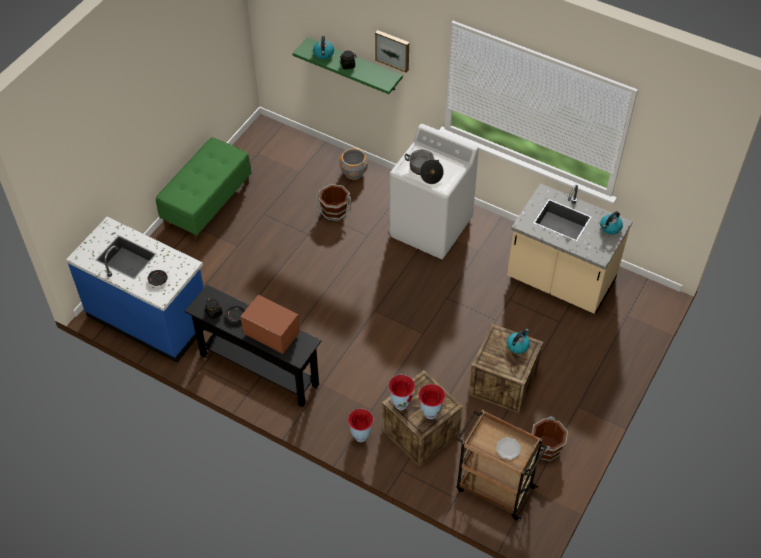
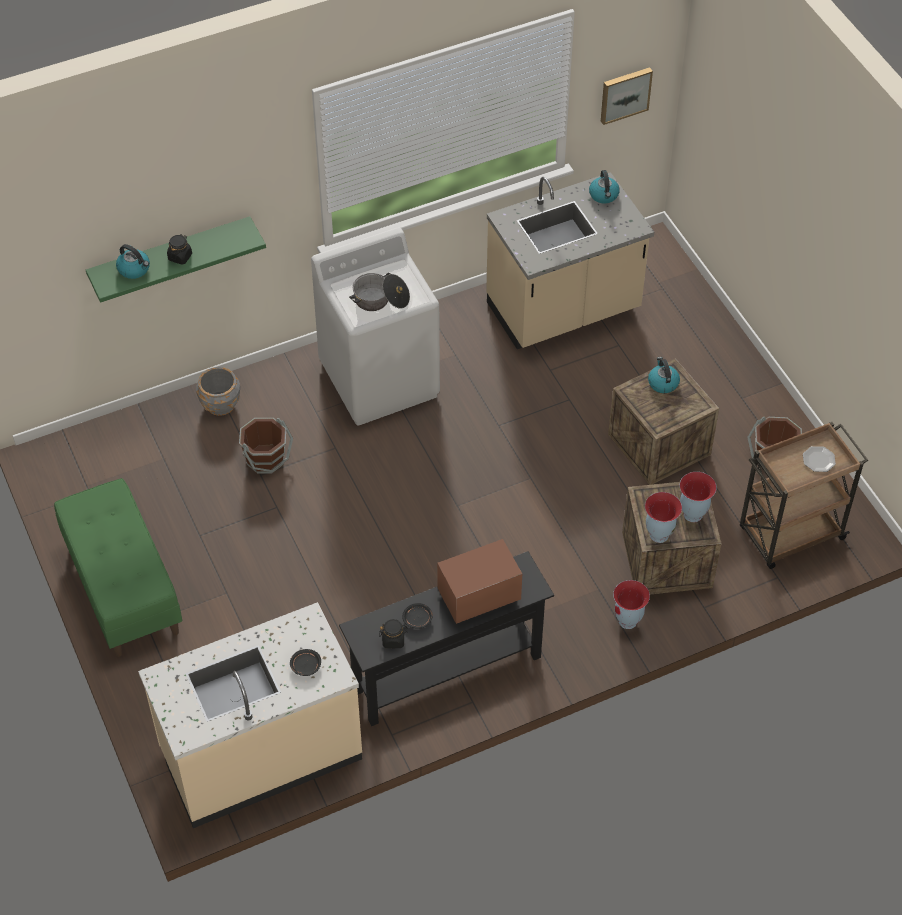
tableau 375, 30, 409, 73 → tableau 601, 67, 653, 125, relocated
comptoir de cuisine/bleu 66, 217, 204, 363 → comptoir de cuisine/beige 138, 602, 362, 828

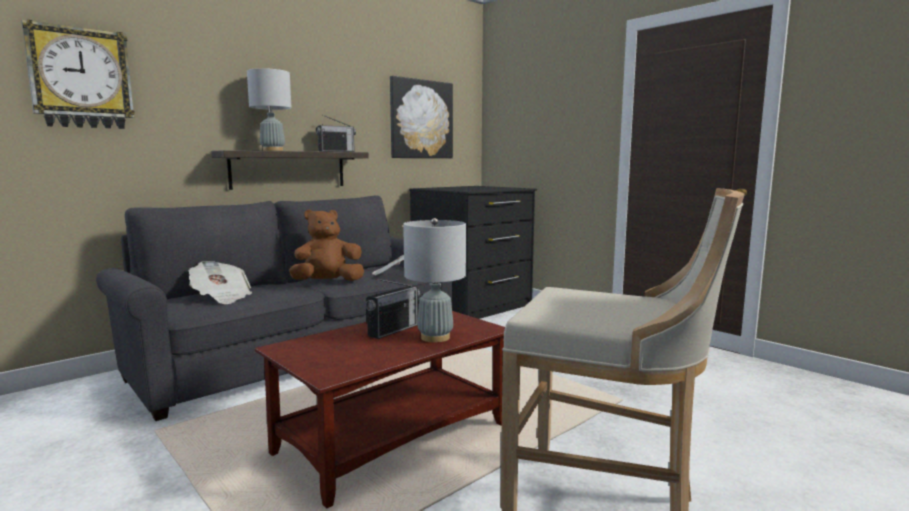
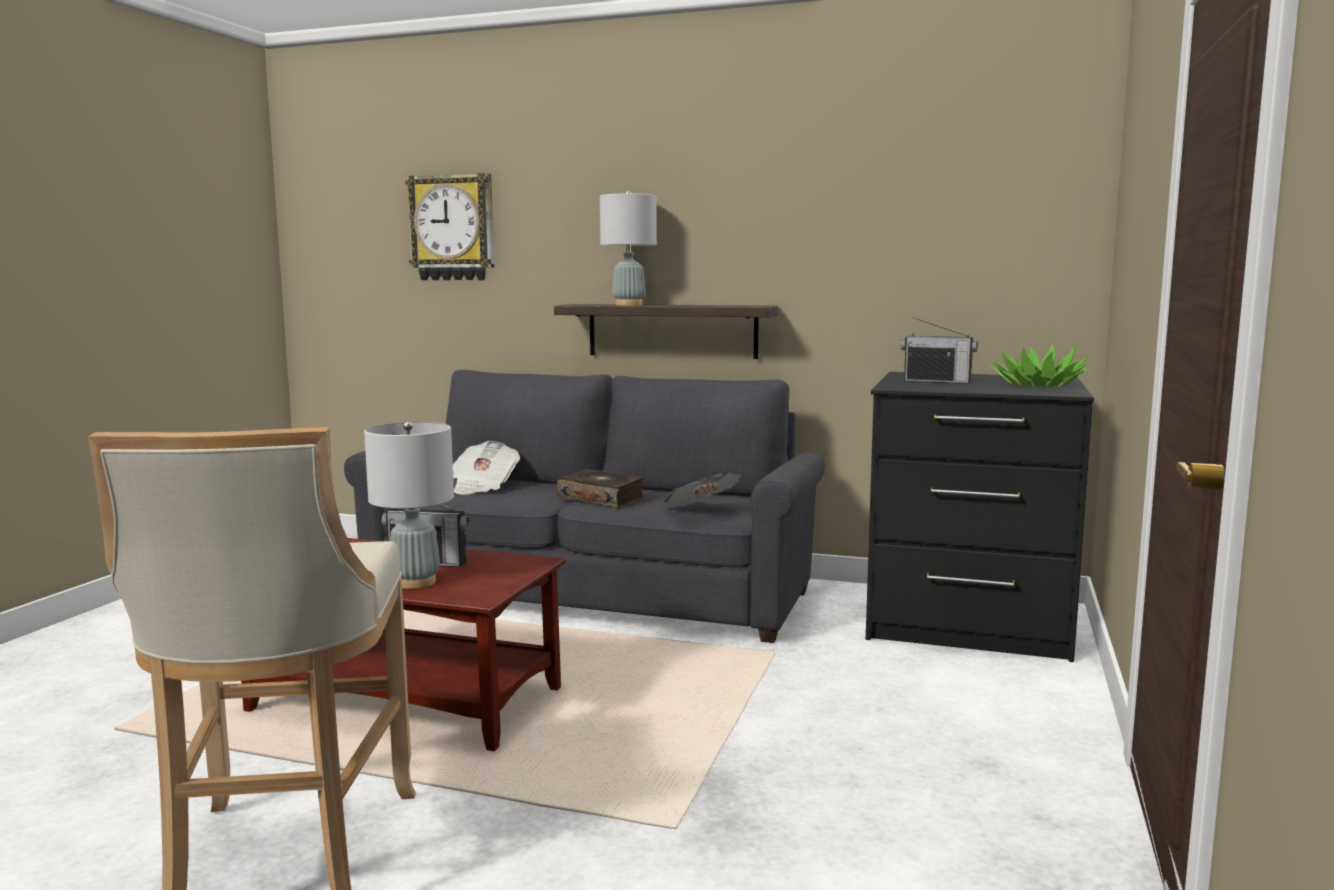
tableau 390, 76, 453, 158 → -
- → plante en pot 989, 344, 1091, 387
radio 316, 115, 356, 152 → radio 901, 317, 978, 384, relocated
peluche/marron 289, 209, 364, 281 → livre 557, 469, 645, 508

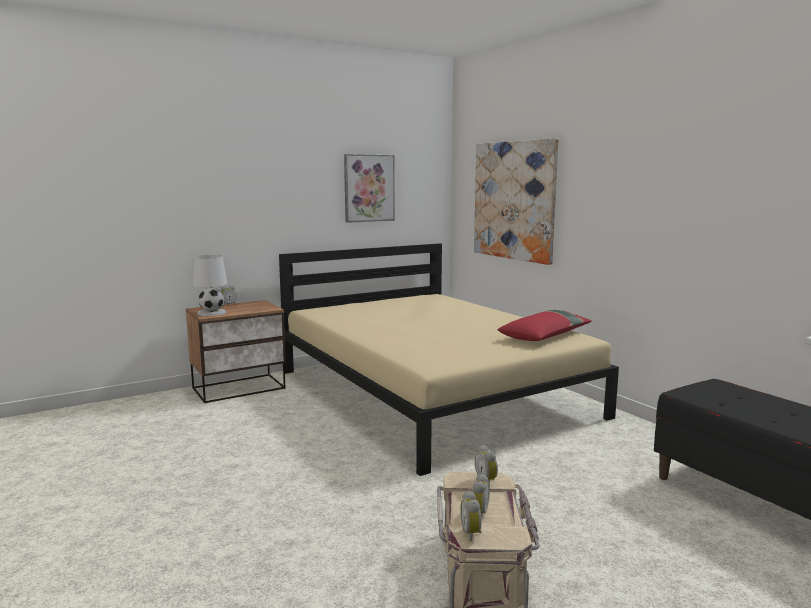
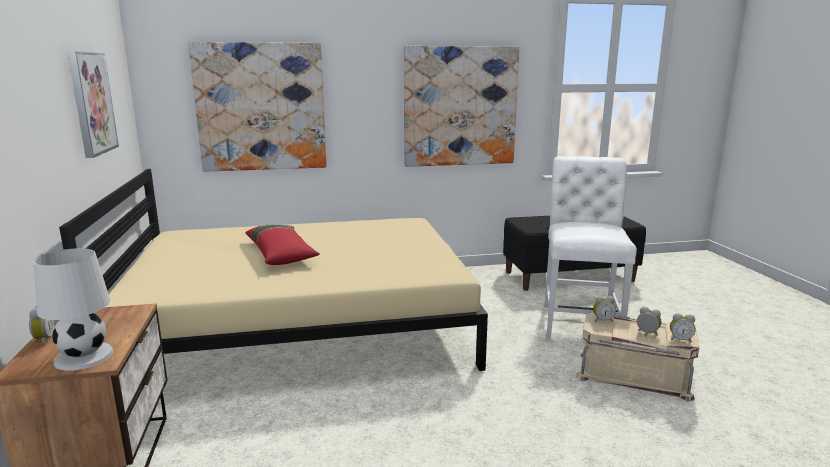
- → tableau 404, 46, 519, 167
- → chaise/blanc 544, 156, 637, 340
coussin/rouge 498, 310, 592, 341 → coussin/rouge 245, 224, 320, 265, relocated

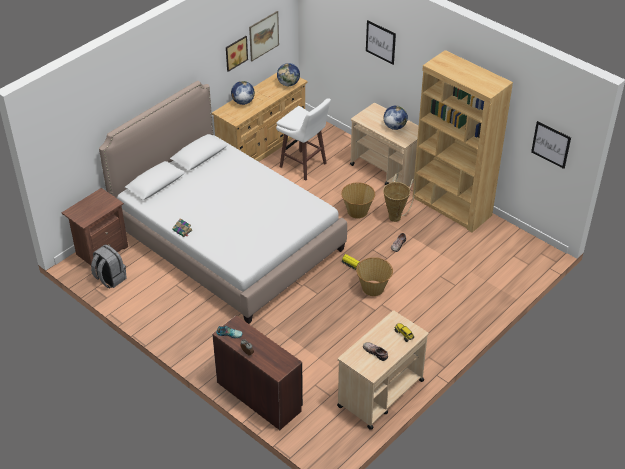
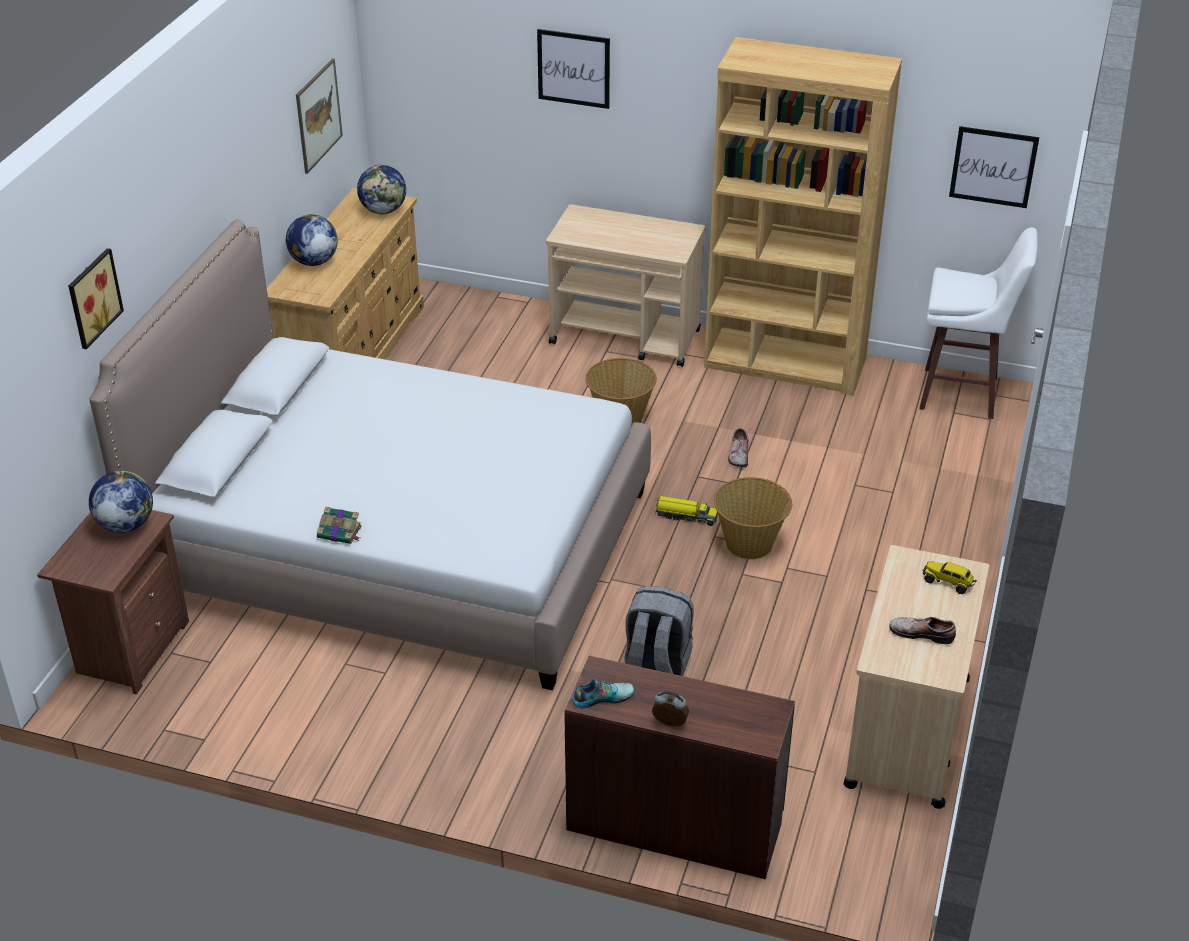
panier 383, 173, 416, 222 → -
sac à dos/gris 91, 245, 127, 288 → sac à dos/gris 624, 586, 694, 676, relocated
tableau 226, 36, 248, 72 → tableau 68, 248, 124, 349, relocated
tabouret/blanc 276, 98, 331, 181 → tabouret/blanc 919, 227, 1038, 419, relocated
globe 383, 105, 408, 130 → globe 89, 471, 153, 533, relocated

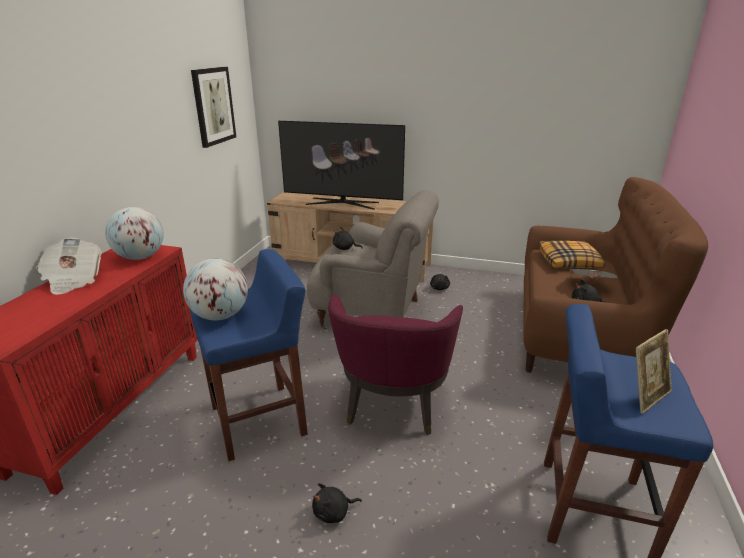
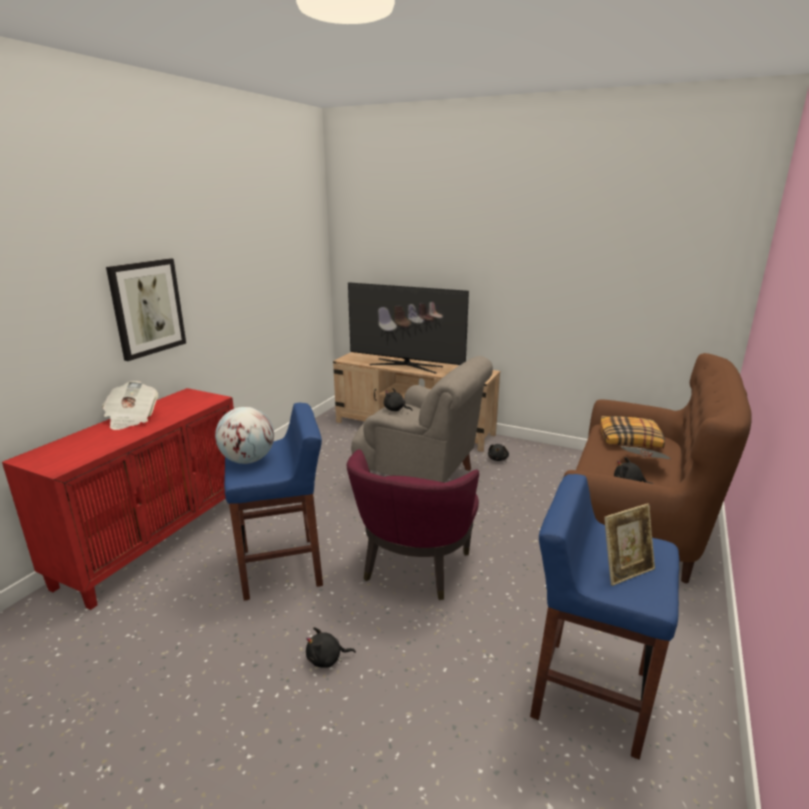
globe 105, 207, 164, 260 → -
tableau 191, 67, 236, 148 → tableau 106, 258, 186, 361, relocated

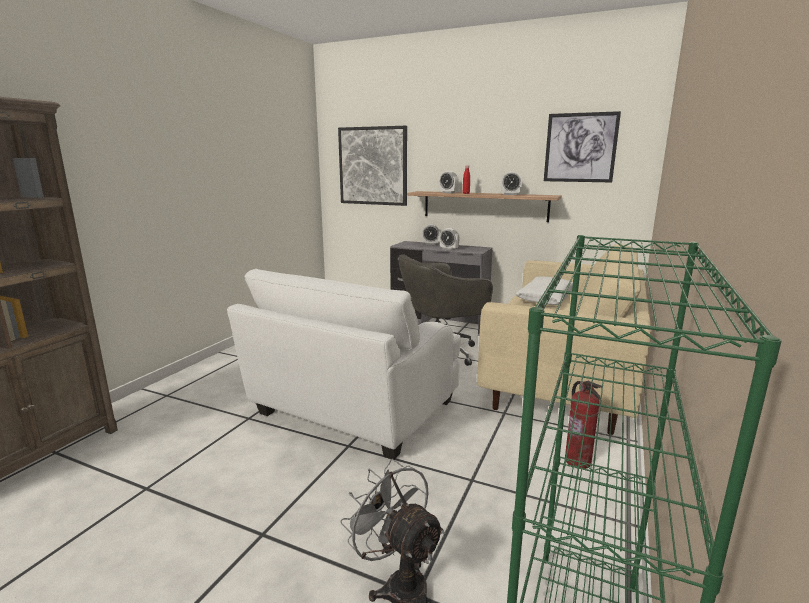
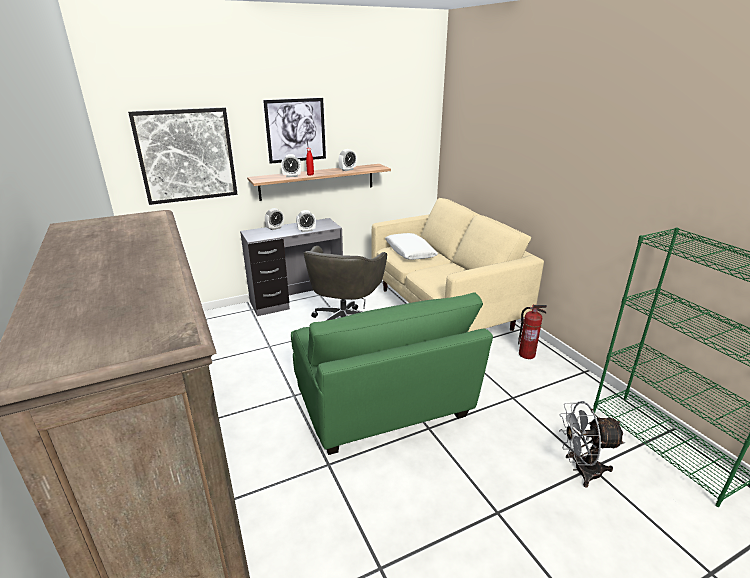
tableau 544, 111, 621, 182 → tableau 263, 98, 326, 164, relocated
fauteuil/blanc 227, 269, 461, 460 → fauteuil/vert 291, 292, 493, 455

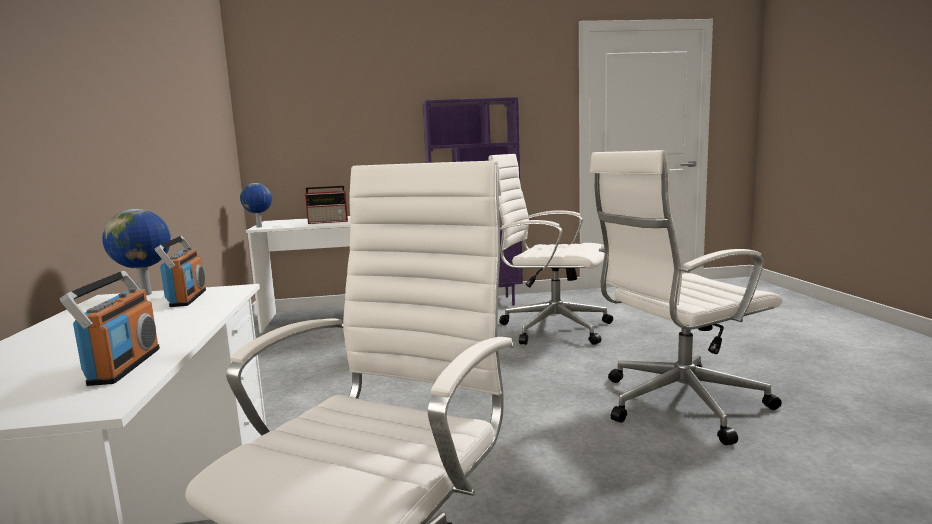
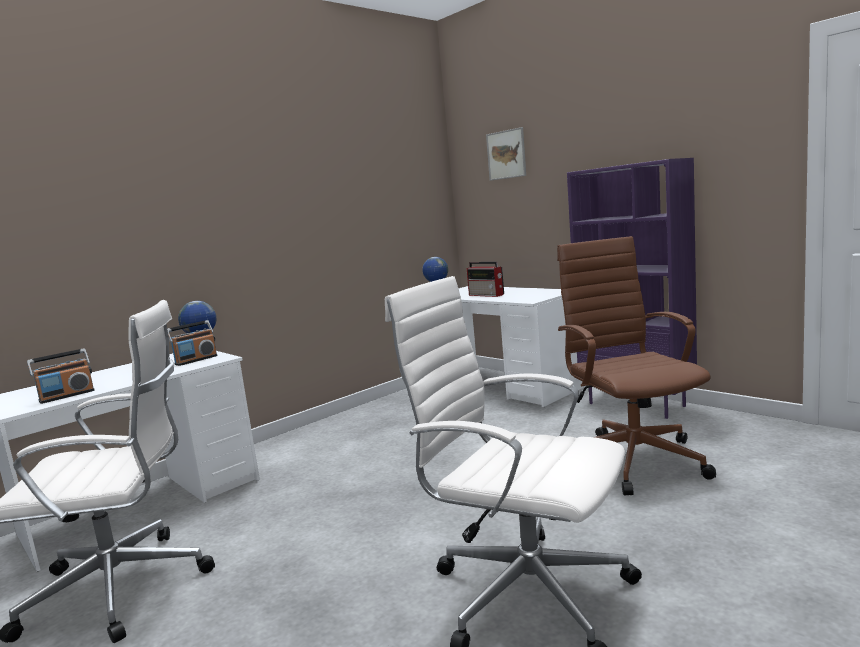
- → tableau 486, 127, 526, 181
chaise de bureau/blanc 488, 154, 613, 345 → chaise de bureau/marron 557, 236, 716, 495

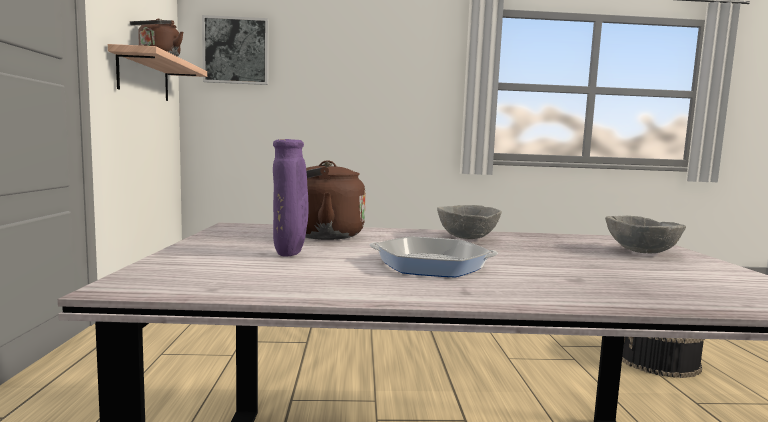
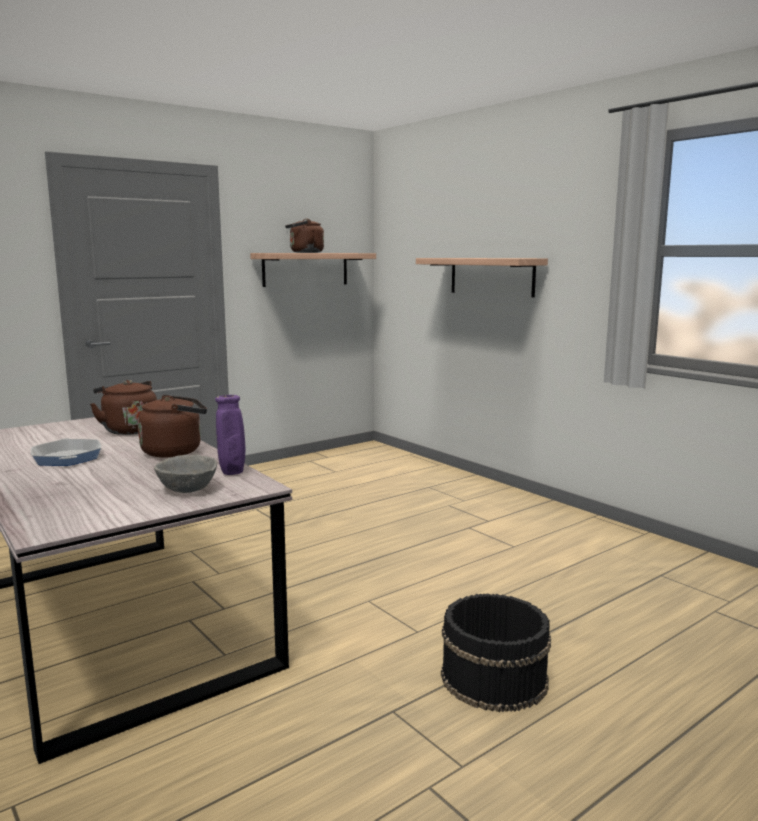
tableau 202, 15, 269, 85 → -
- → étagère 416, 258, 548, 297
vase/violet 273, 139, 308, 257 → vase/violet 215, 395, 245, 475, relocated
bol/gris 437, 205, 502, 239 → bouilloire/marron 138, 395, 207, 458

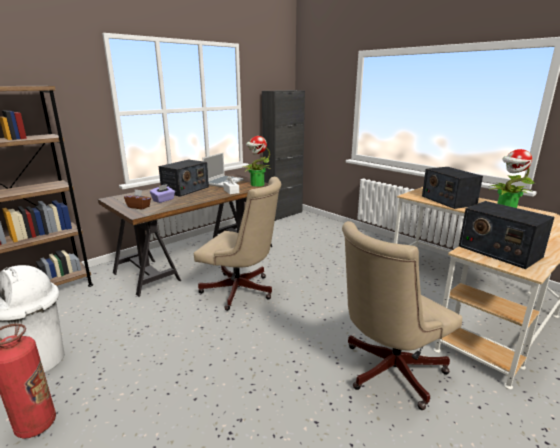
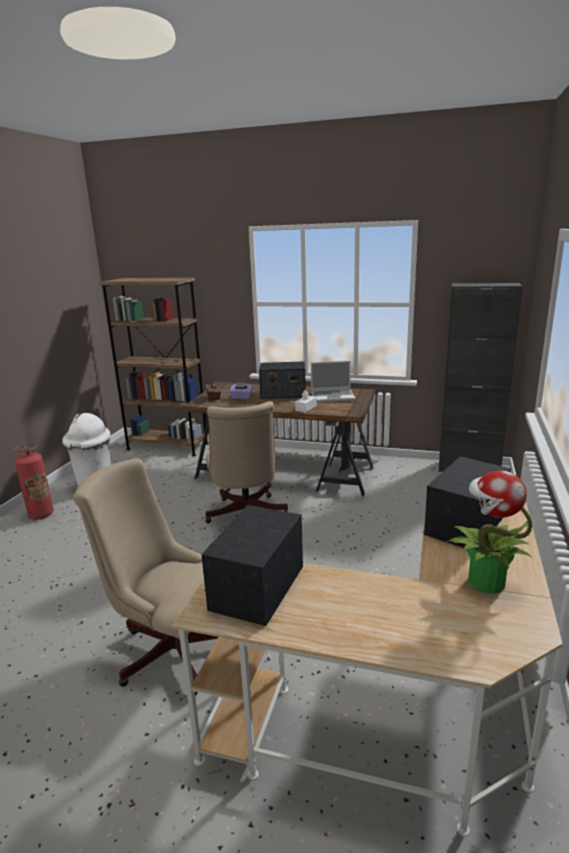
plante en pot 243, 136, 270, 187 → -

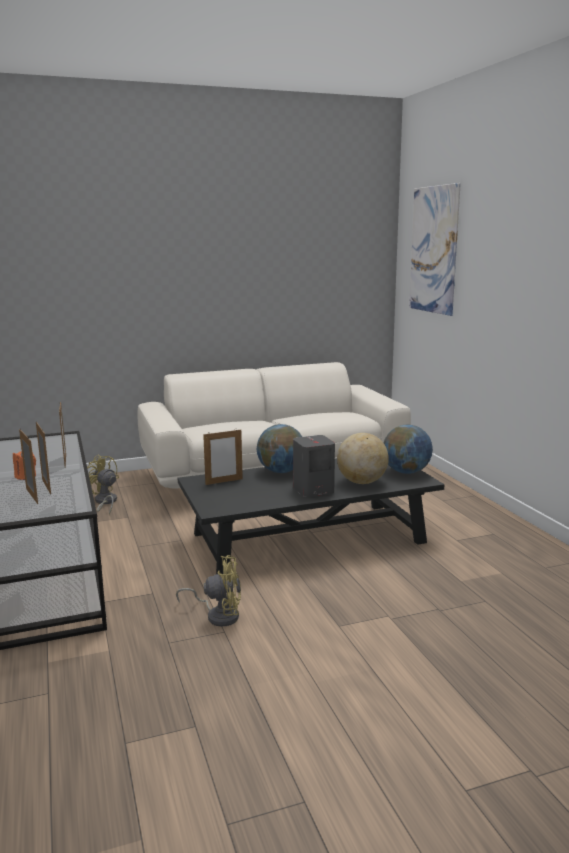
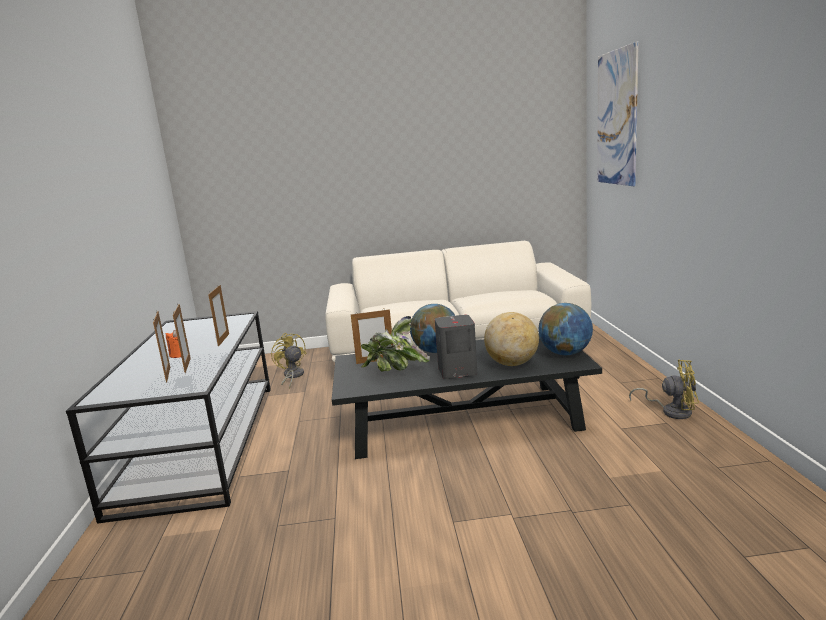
- → plante en pot 361, 316, 430, 372
ventilateur/jaune 176, 555, 241, 627 → ventilateur/jaune 629, 360, 699, 419, relocated

